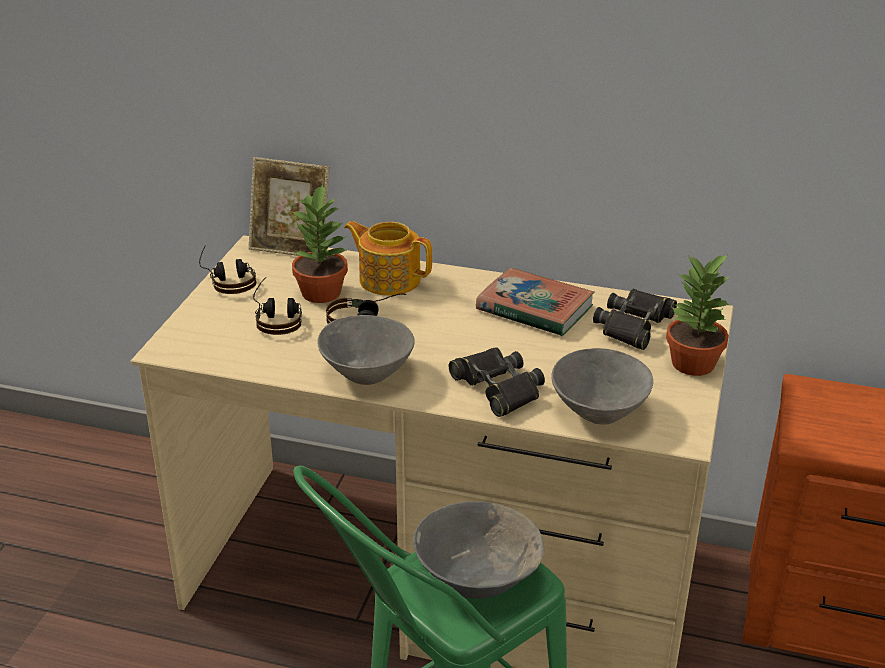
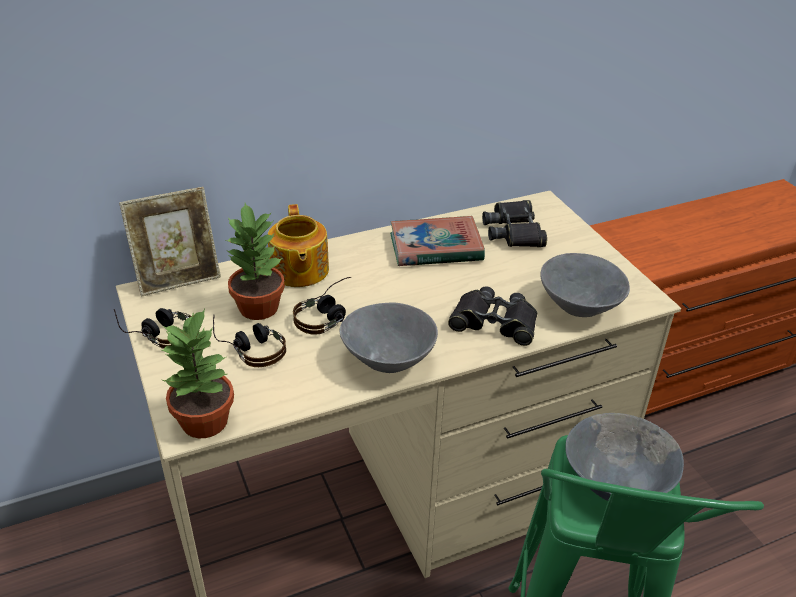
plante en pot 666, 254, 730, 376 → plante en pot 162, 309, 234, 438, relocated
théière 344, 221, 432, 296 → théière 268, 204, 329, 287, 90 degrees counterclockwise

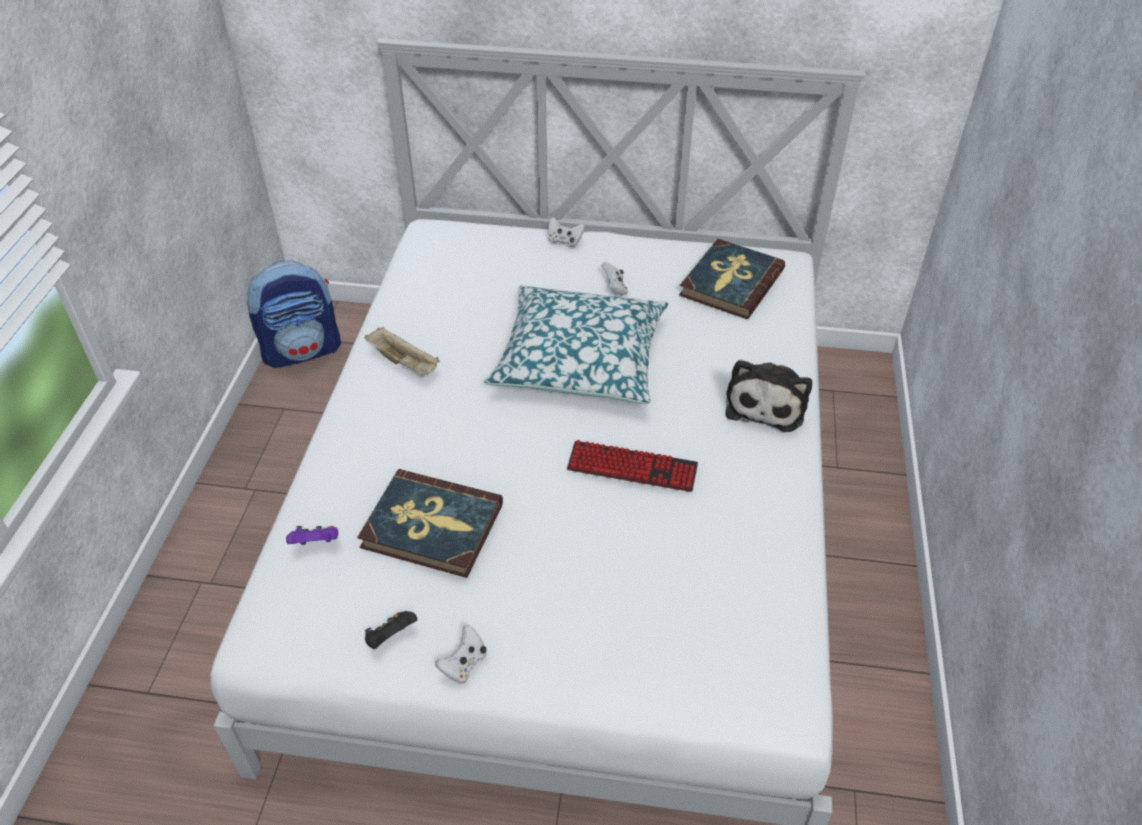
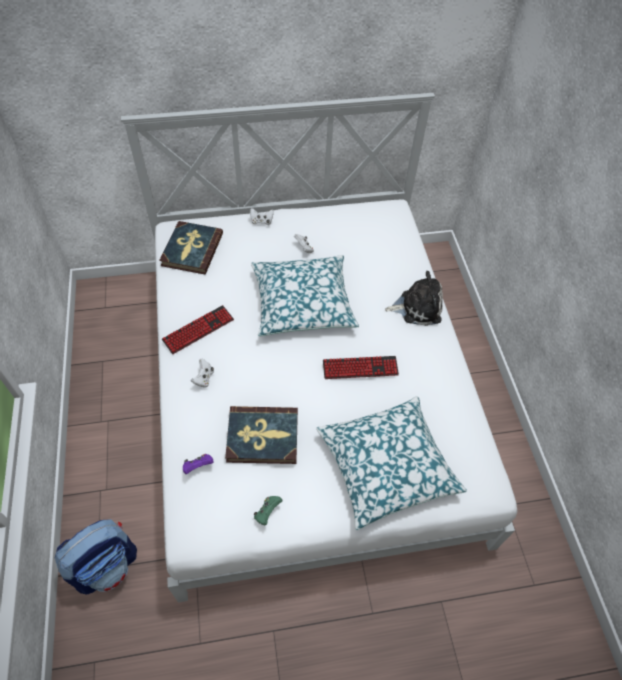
- → coussin 316, 396, 467, 530
sac à dos 246, 260, 341, 368 → sac à dos 55, 519, 137, 594, relocated
manette/blanc 435, 625, 487, 684 → manette/blanc 191, 359, 214, 388, relocated
livre 679, 239, 785, 319 → livre 159, 221, 223, 274, relocated
plateau/beige 364, 327, 440, 376 → clavier 162, 305, 234, 354
manette/noir 365, 611, 418, 649 → manette/vert 254, 496, 282, 525
peluche 726, 360, 812, 432 → peluche 385, 271, 443, 326, 90 degrees counterclockwise

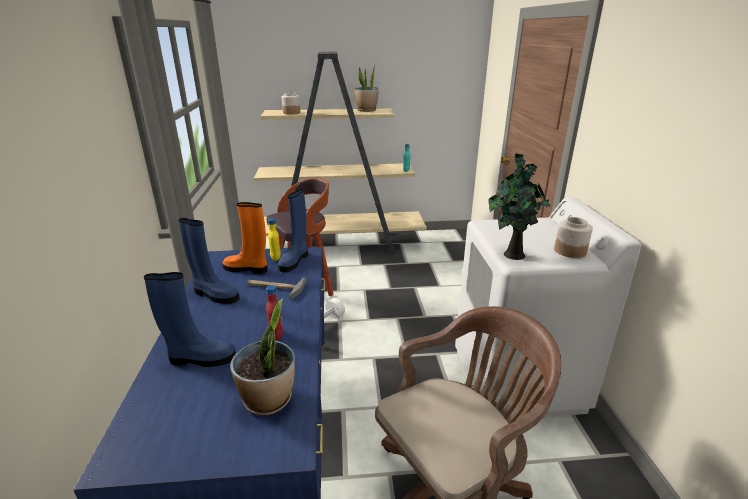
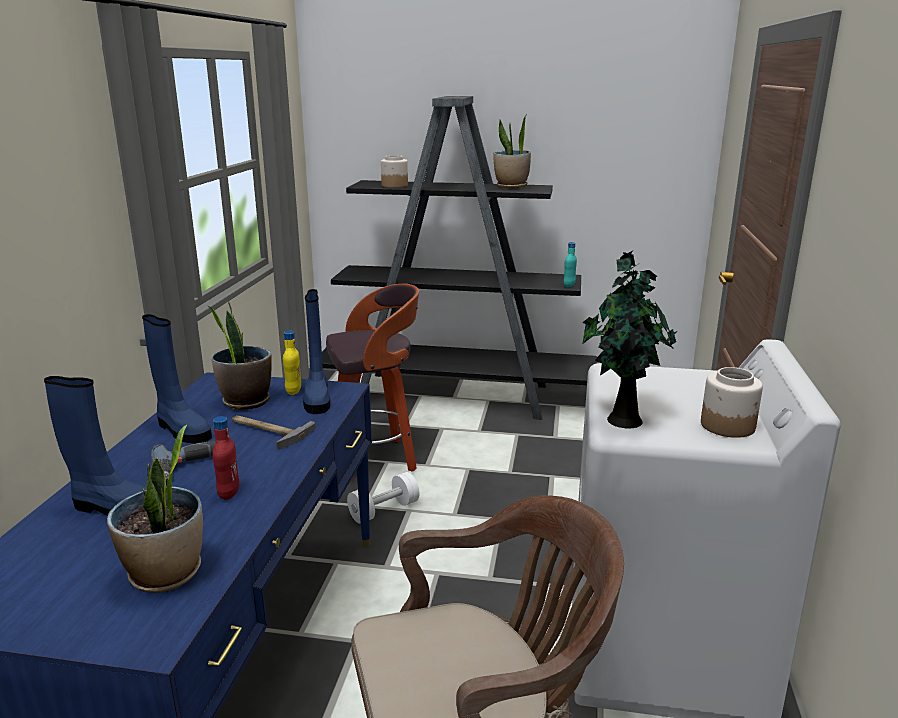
- → perceuse 150, 441, 216, 480
botte/orange 222, 202, 268, 274 → plante en pot 208, 301, 272, 410
bibliothèque/beige 254, 52, 427, 254 → bibliothèque/noir 322, 96, 597, 420
botte/bleu 278, 189, 308, 272 → botte/bleu 303, 289, 330, 414, 45 degrees counterclockwise

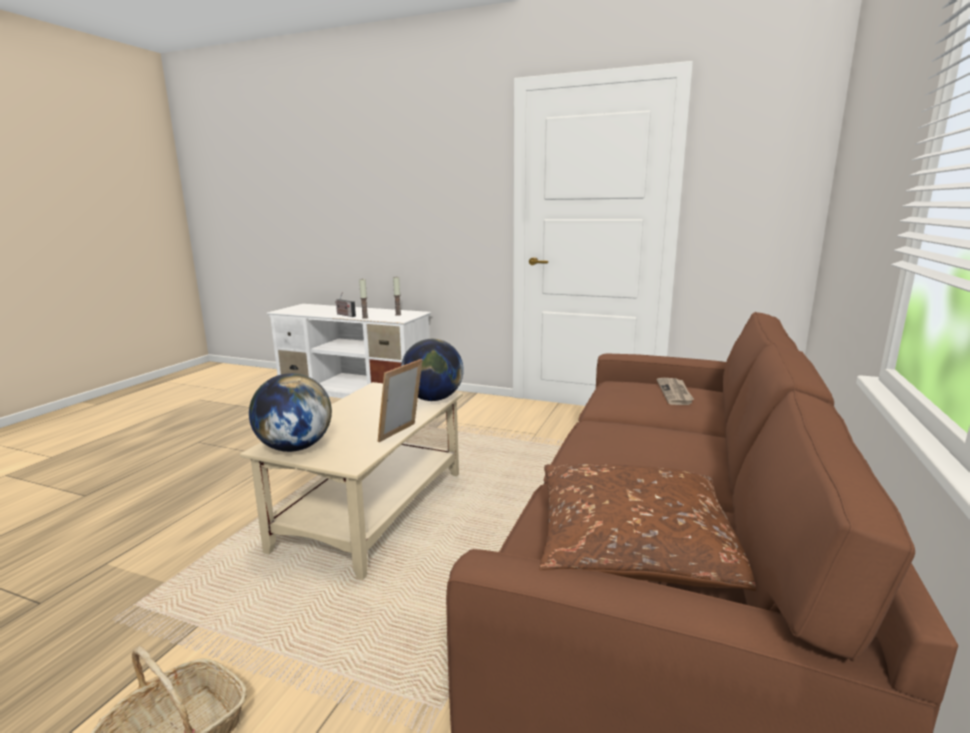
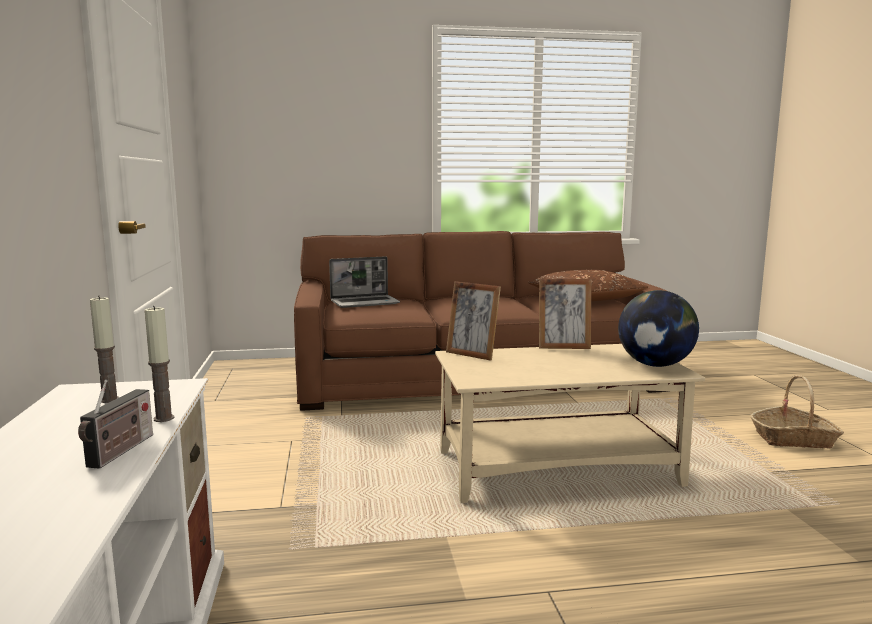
globe 401, 339, 464, 401 → cadre photo 446, 281, 501, 361
journal 657, 378, 694, 405 → ordinateur portable 329, 256, 400, 308

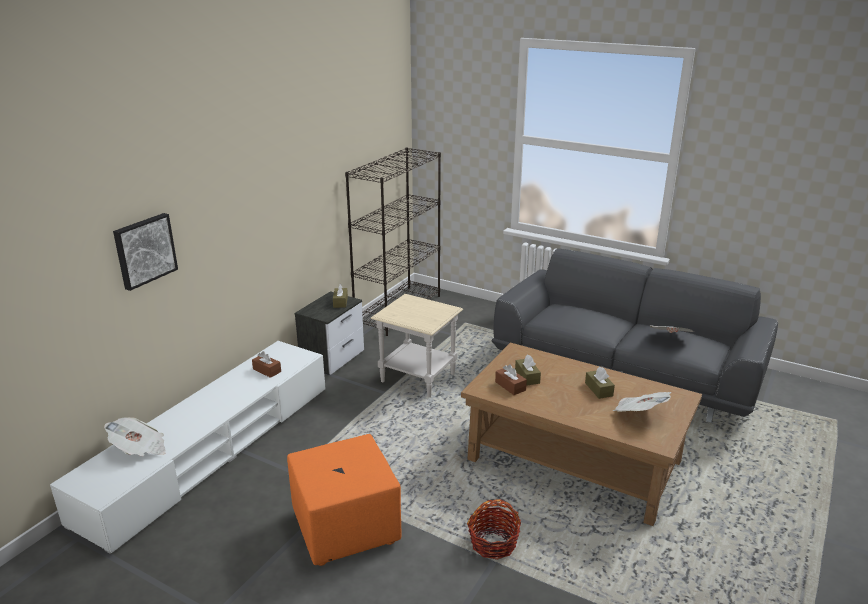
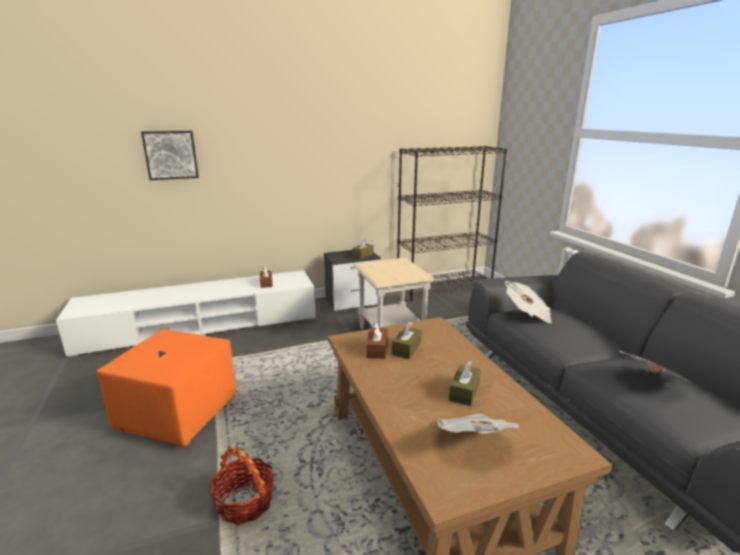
journal 104, 417, 166, 456 → journal 505, 281, 552, 323, relocated

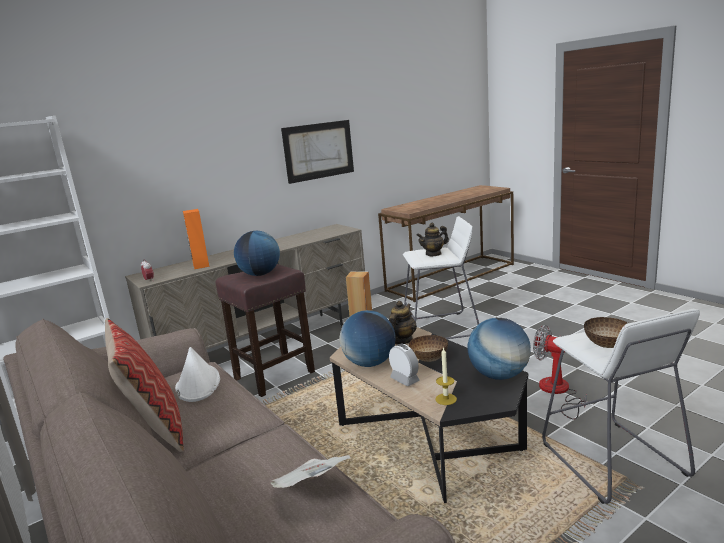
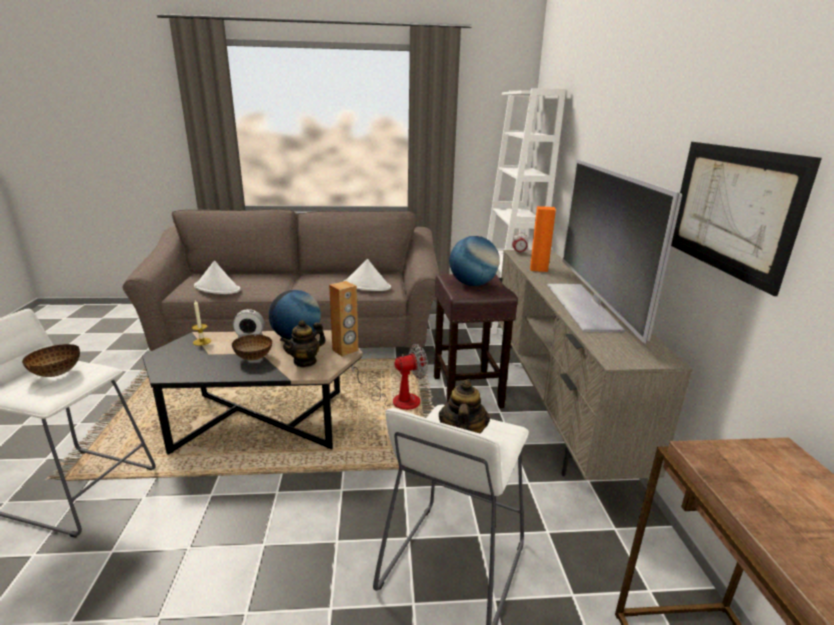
coussin 105, 318, 184, 452 → -
globe 467, 318, 531, 380 → -
- → téléviseur 547, 159, 682, 343
ventilateur 533, 325, 587, 420 → ventilateur 352, 344, 428, 410, relocated
journal 270, 455, 351, 488 → chapeau/blanc 194, 261, 240, 294
théière 389, 301, 417, 344 → théière 280, 320, 326, 367, 75 degrees clockwise

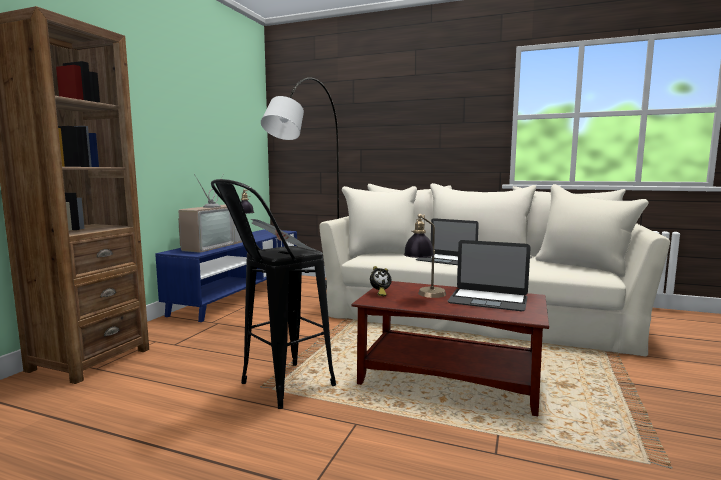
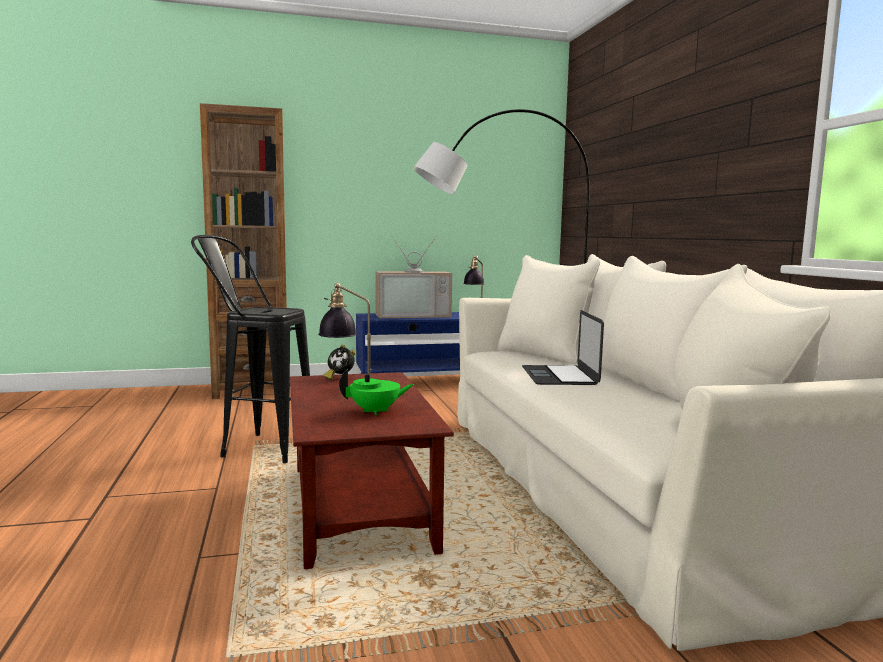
journal 250, 219, 317, 250 → -
ordinateur portable 448, 240, 531, 311 → théière/vert 339, 369, 414, 415

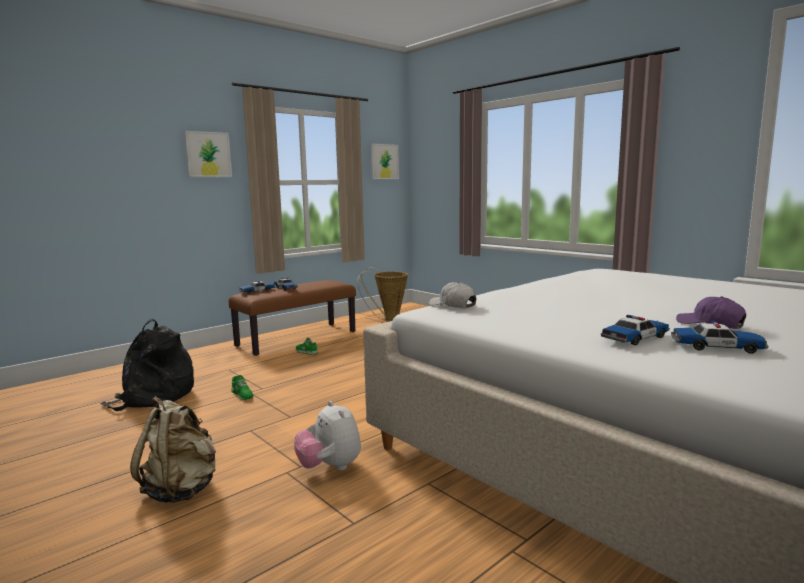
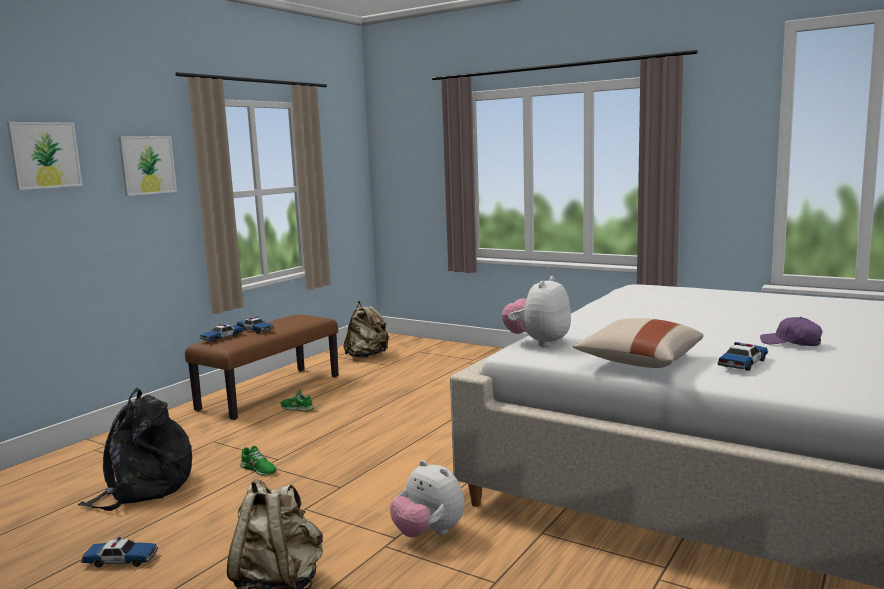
- → coussin/beige 573, 318, 704, 368
tableau 371, 144, 399, 179 → tableau 7, 122, 83, 190, relocated
petite voiture 671, 321, 769, 354 → petite voiture 81, 537, 158, 568, relocated
panier 357, 268, 408, 321 → sac à dos/beige 343, 301, 389, 358
casquette/blanc 429, 282, 477, 308 → peluche 502, 276, 571, 347

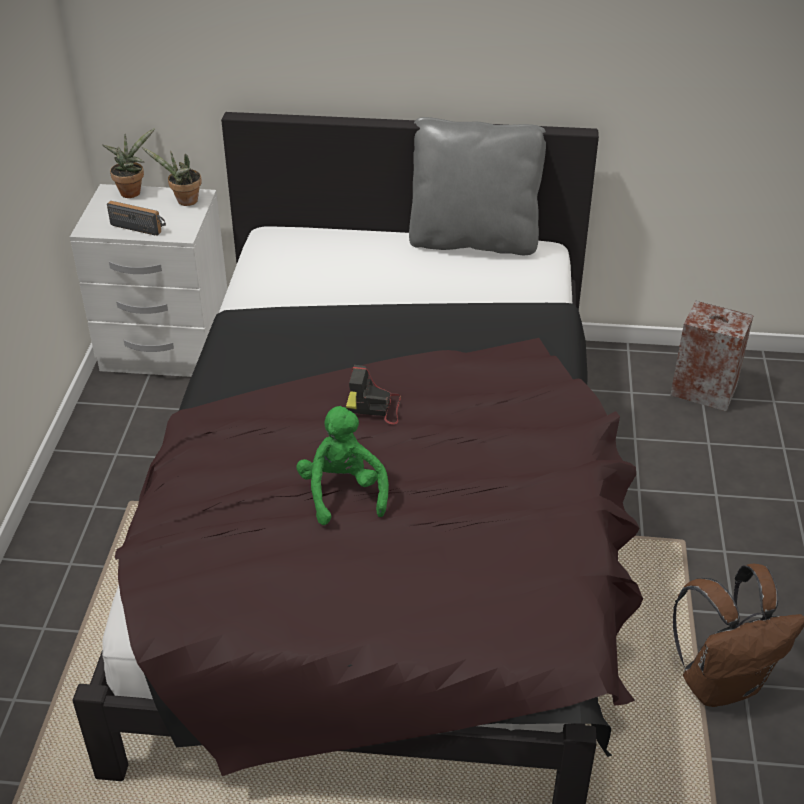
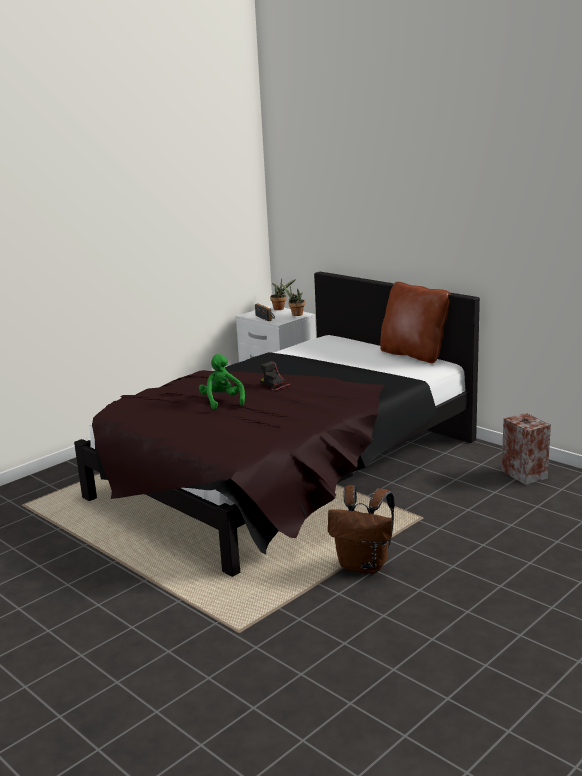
coussin/gris 409, 117, 546, 255 → coussin/marron 380, 282, 451, 363
peluche/vert 296, 406, 389, 525 → peluche/vert 199, 354, 245, 410, 45 degrees counterclockwise

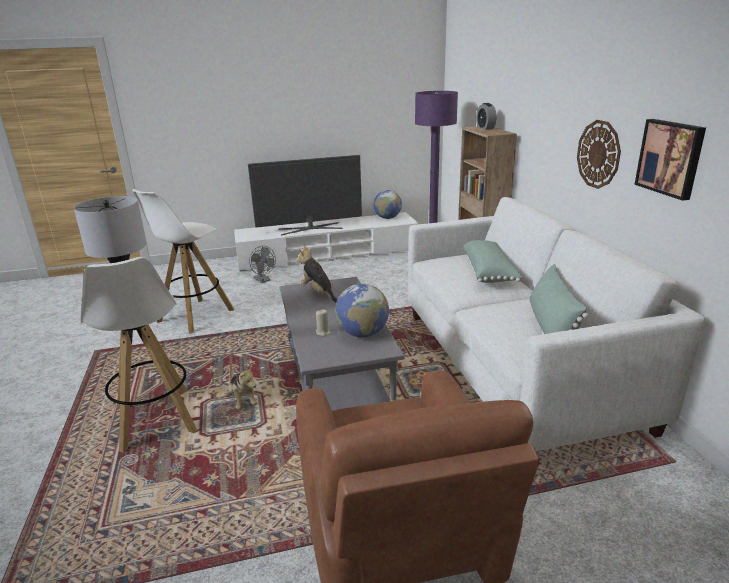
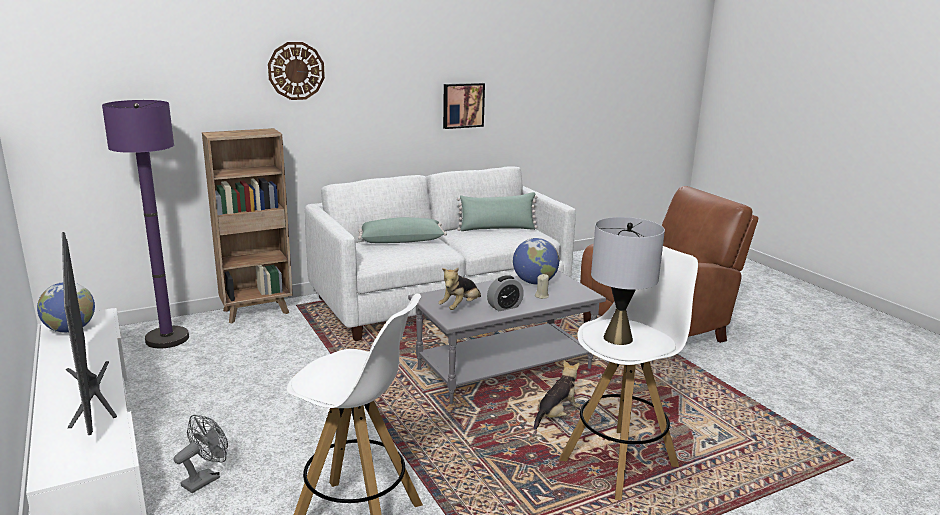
réveil 476, 103, 496, 130 → réveil 487, 275, 524, 311, relocated
horloge murale 577, 120, 621, 189 → horloge murale 268, 42, 325, 100, relocated

